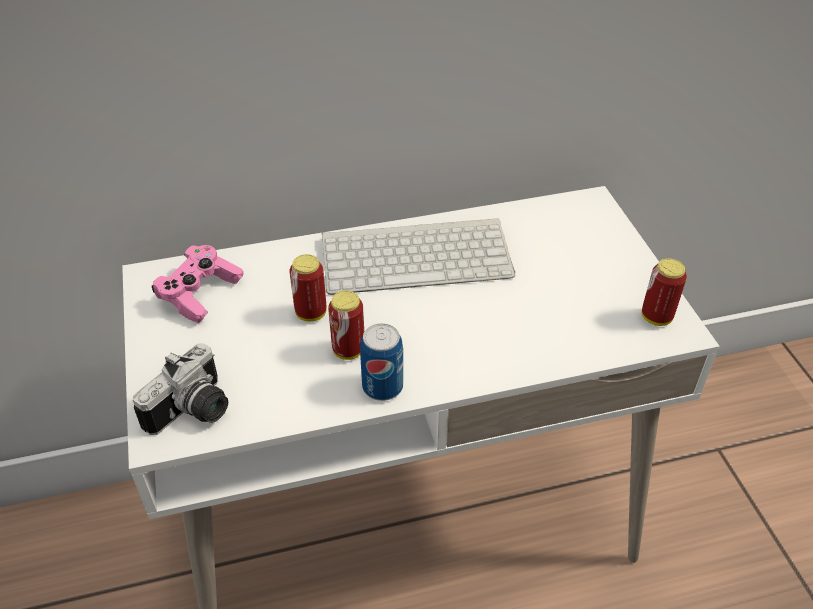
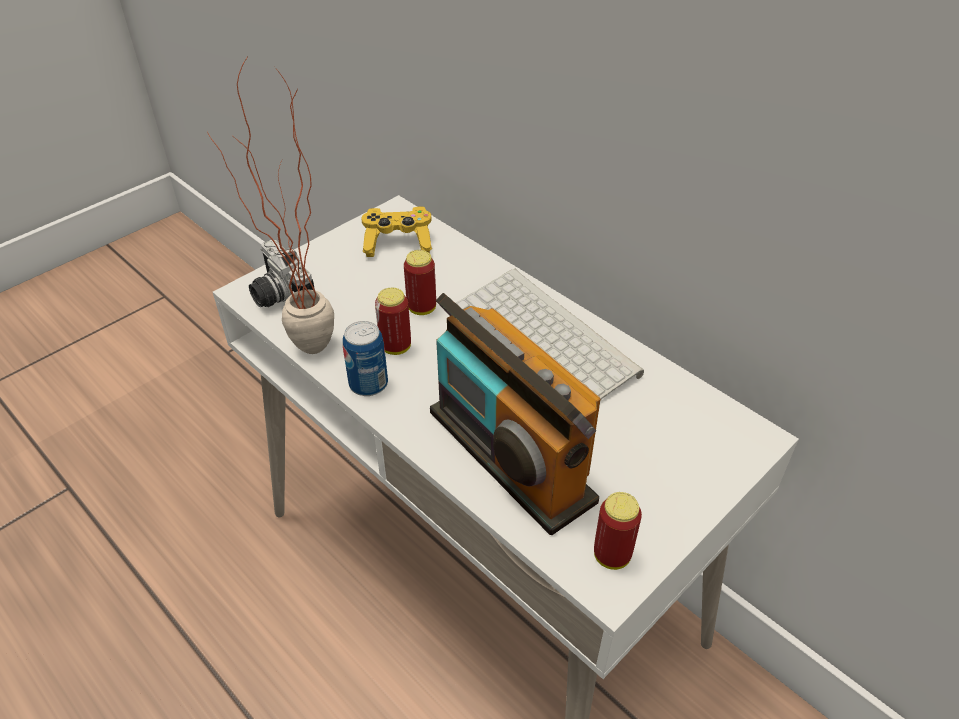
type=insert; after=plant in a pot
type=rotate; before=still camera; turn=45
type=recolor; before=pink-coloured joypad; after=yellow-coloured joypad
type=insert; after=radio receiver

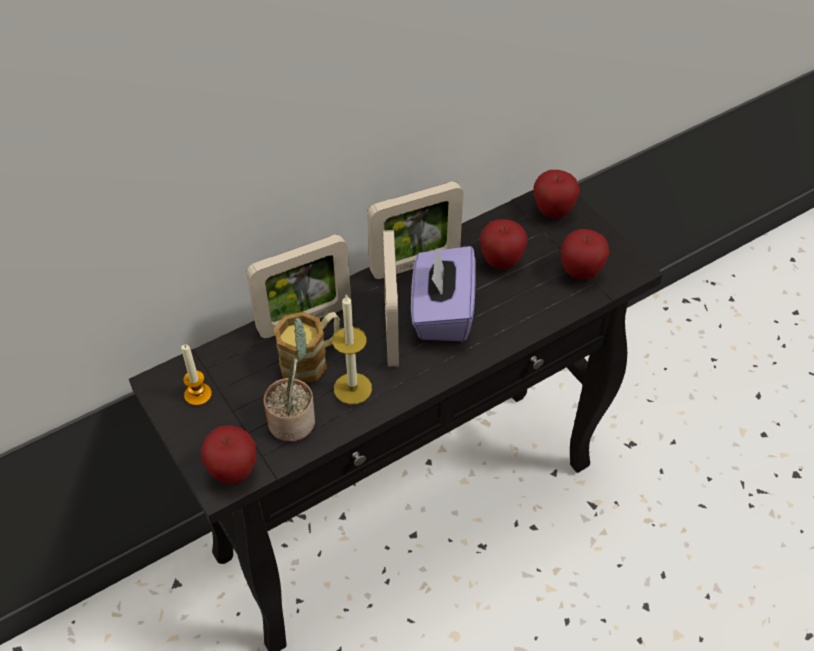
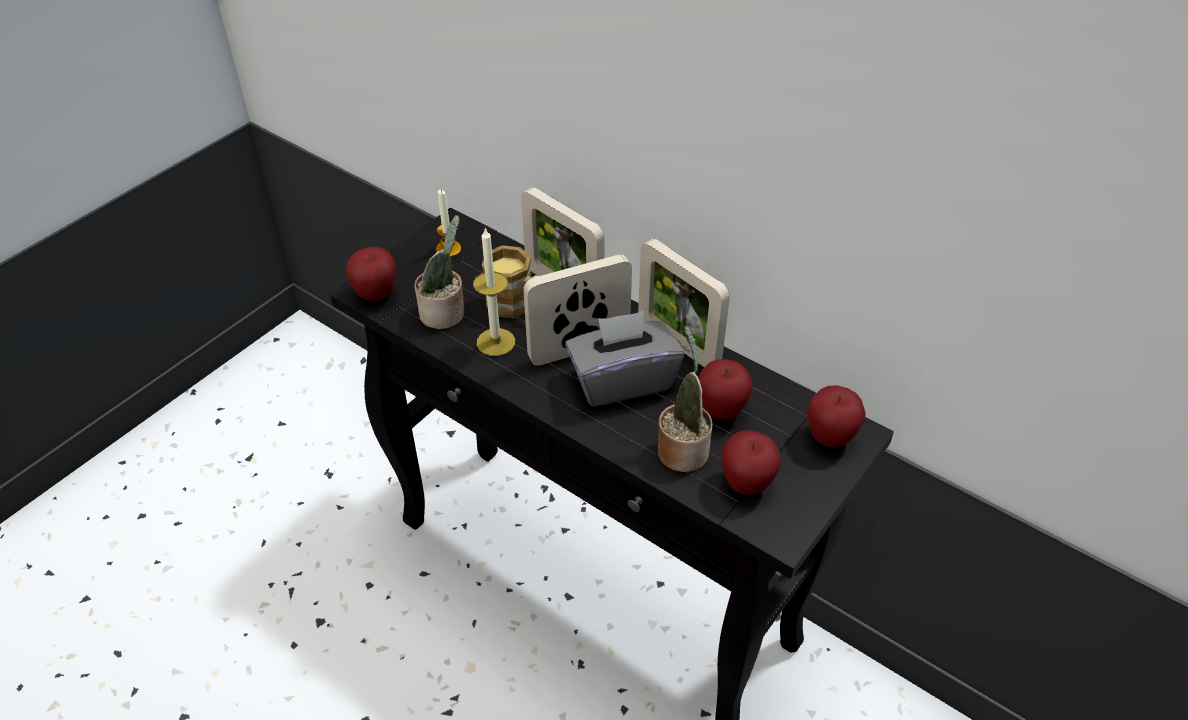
type=recolor; before=purplish box of tissues; after=gray box of tissues
type=insert; after=plant in a pot (2nd from left)

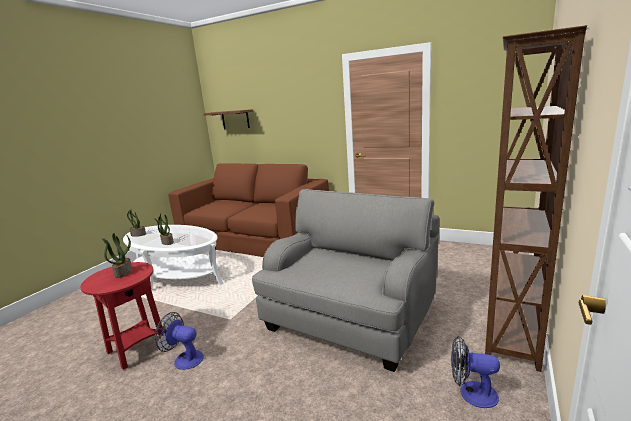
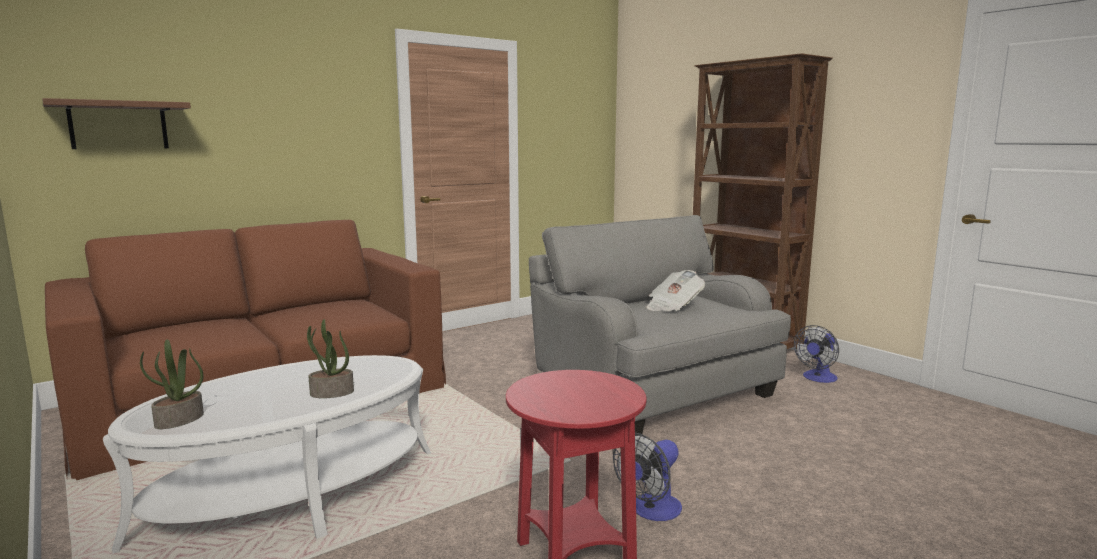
type=insert; after=newspaper
type=delete; before=plant in a pot (1st from left)

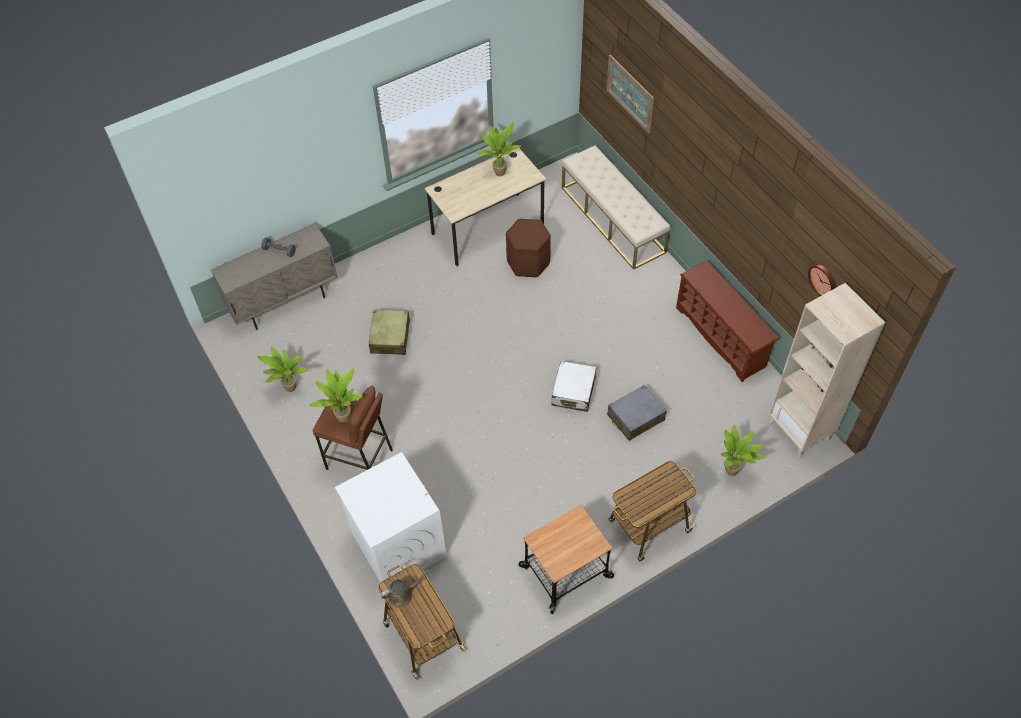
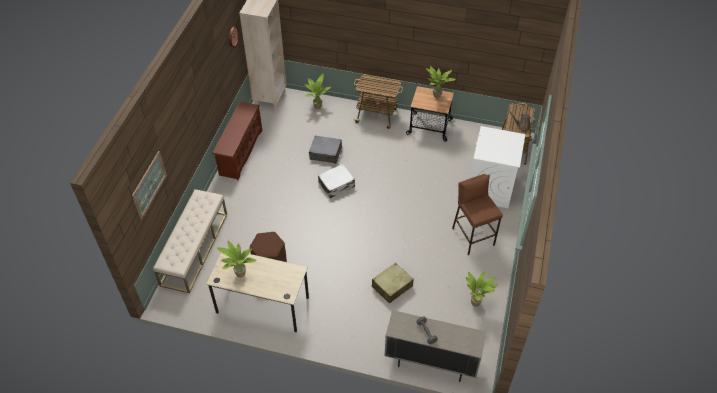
type=move; before=plant in a pot (2nd from left in the first image); after=plant in a pot (3rd from left)

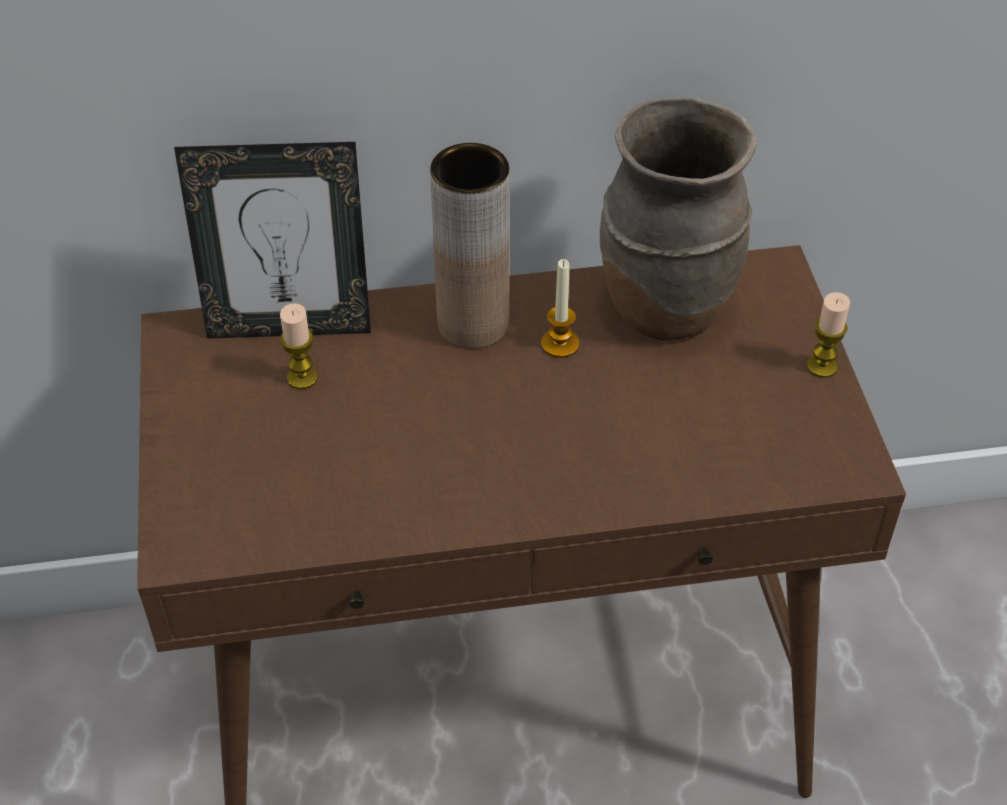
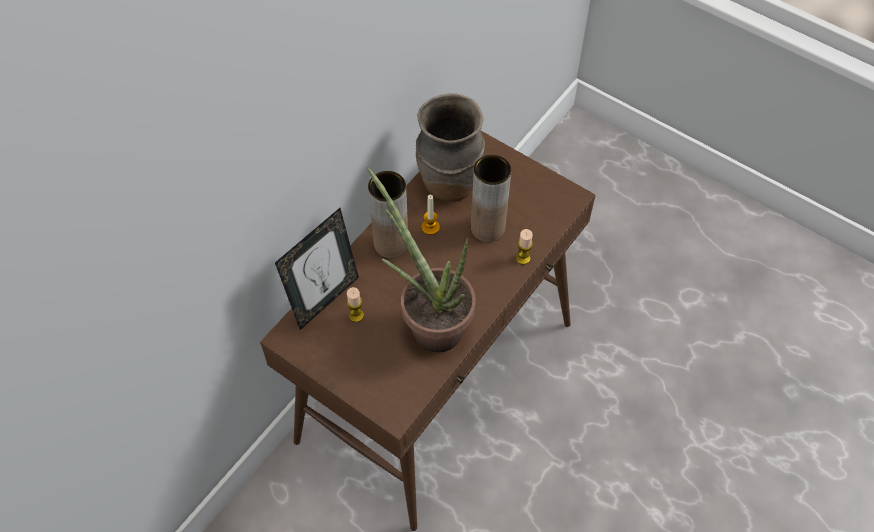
type=insert; after=plant in a pot
type=insert; after=brown-coloured vase (3rd from left)
type=move; before=candle (3rd from left)

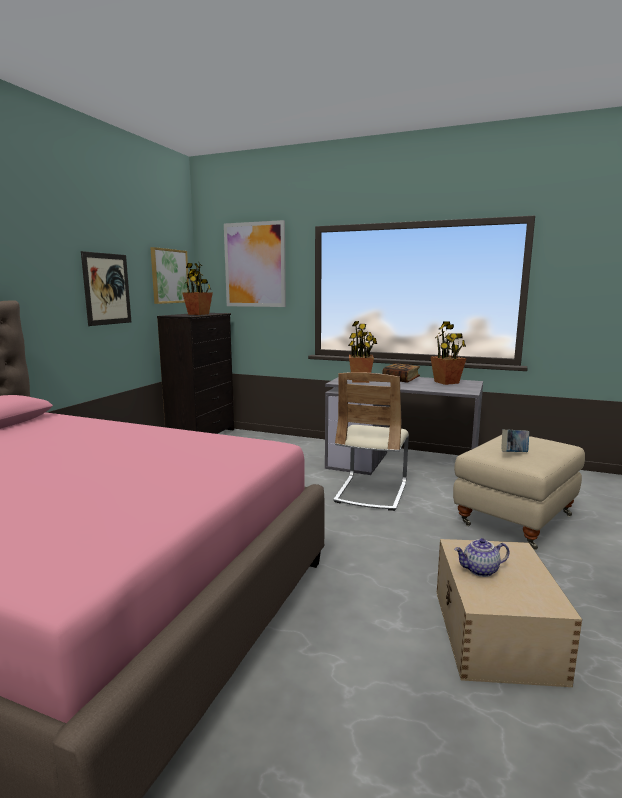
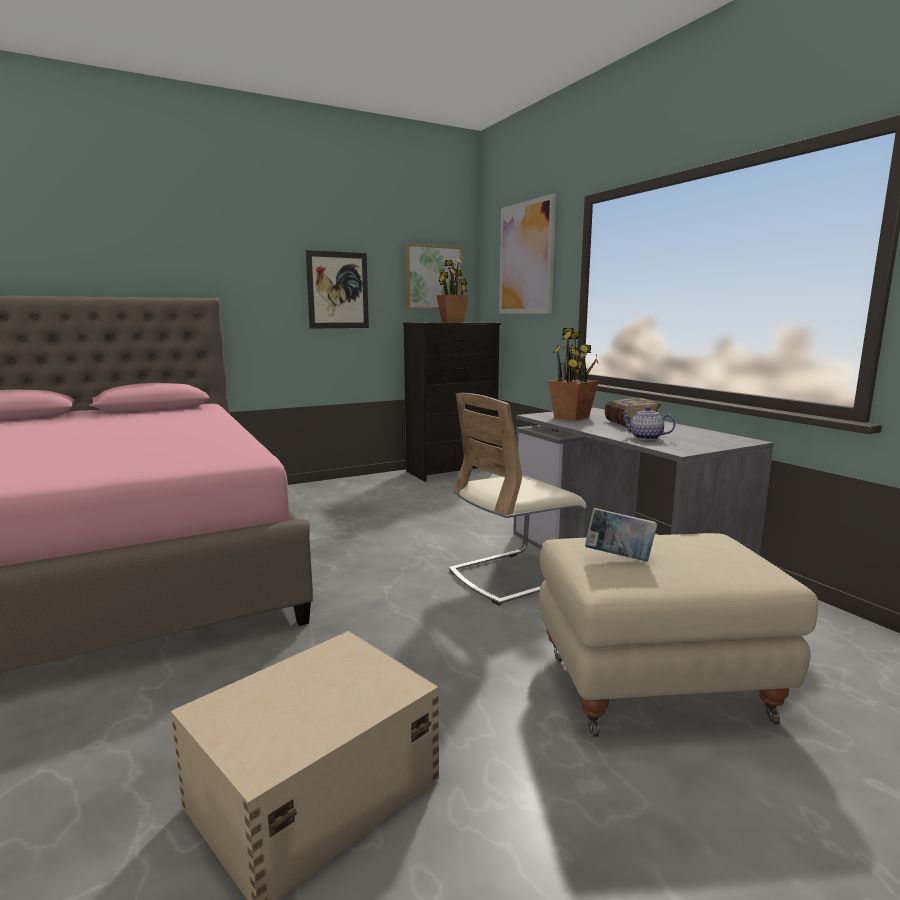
type=move; before=pot for tea
type=delete; before=plant in a pot (3rd from left)

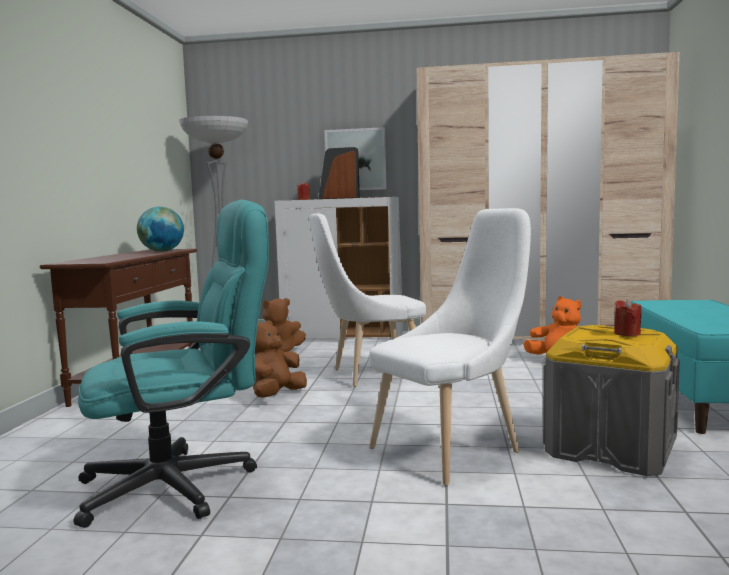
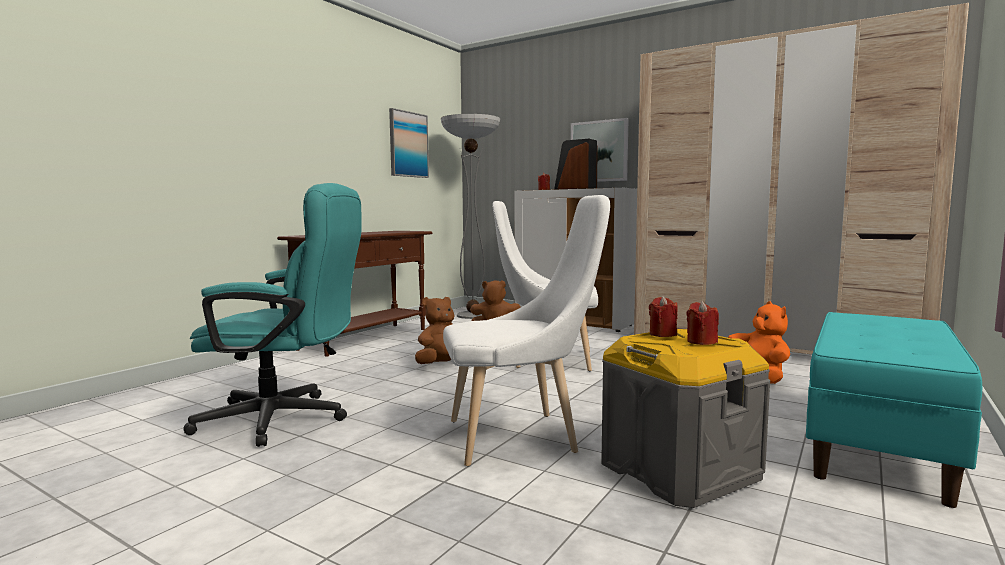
type=insert; after=wall art (1st from left)
type=insert; after=reddish candle (2nd from left)
type=delete; before=desk globe

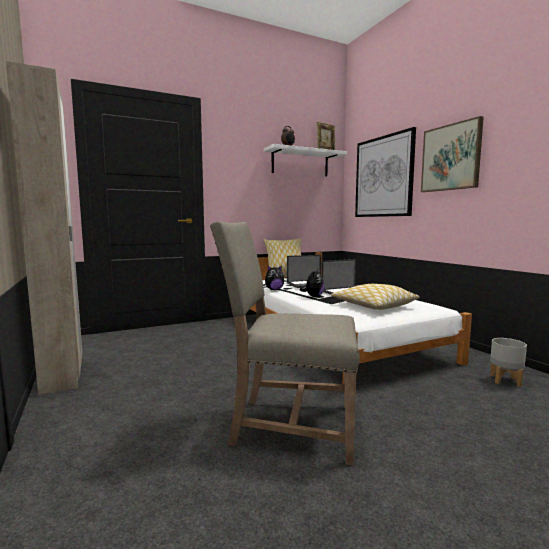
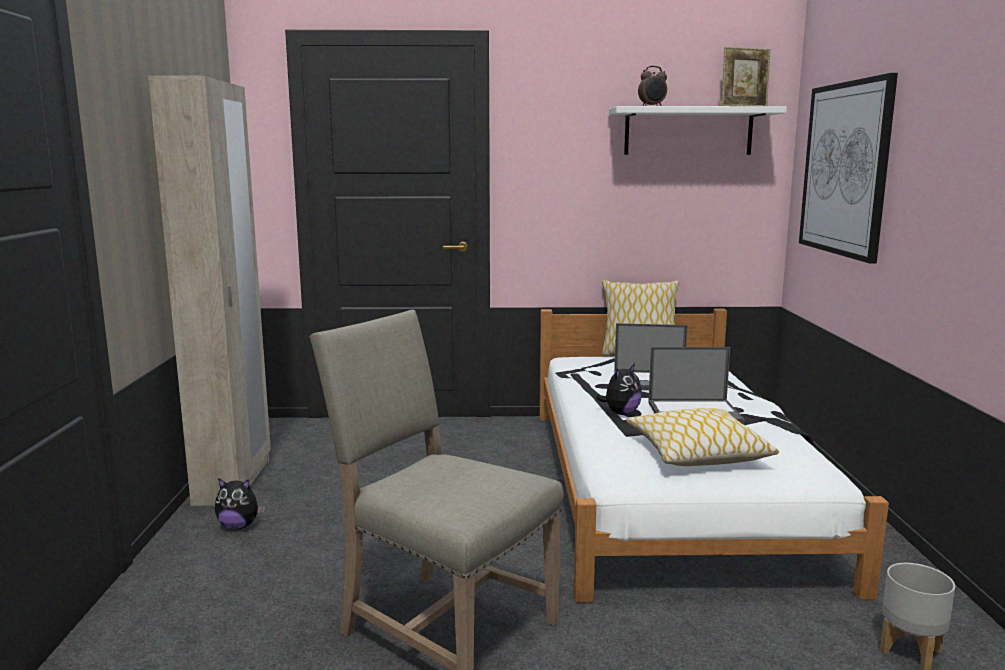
type=move; before=cuddly toy (1st from left)
type=delete; before=wall art (2nd from left)

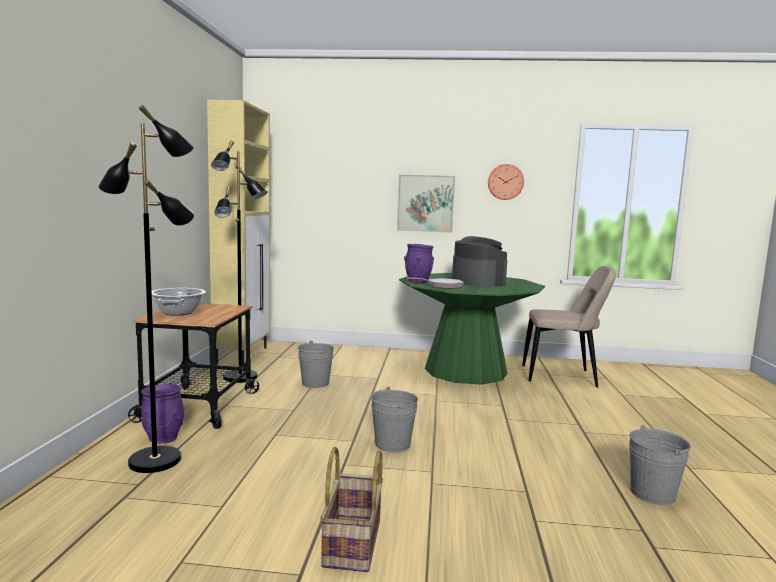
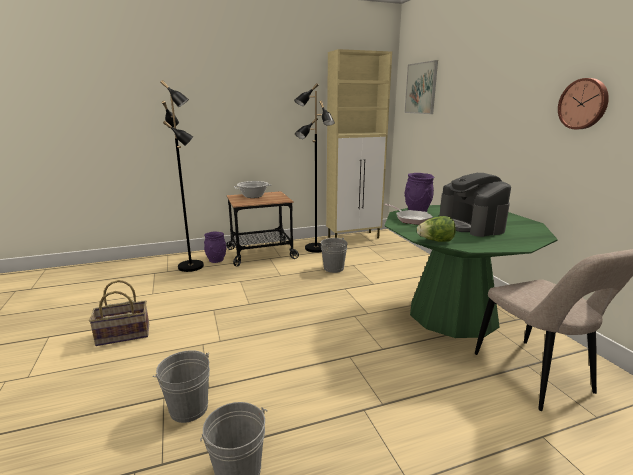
type=move; before=gray bucket (2nd from left in the first image); after=gray bucket (1st from left)
type=move; before=wall art
type=insert; after=head of lettuce
type=rotate; before=coffee maker; turn=120

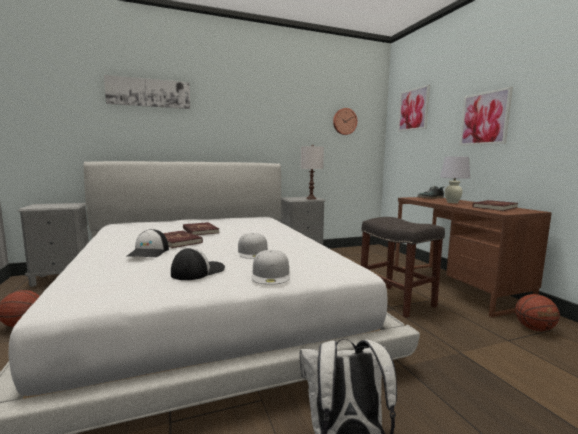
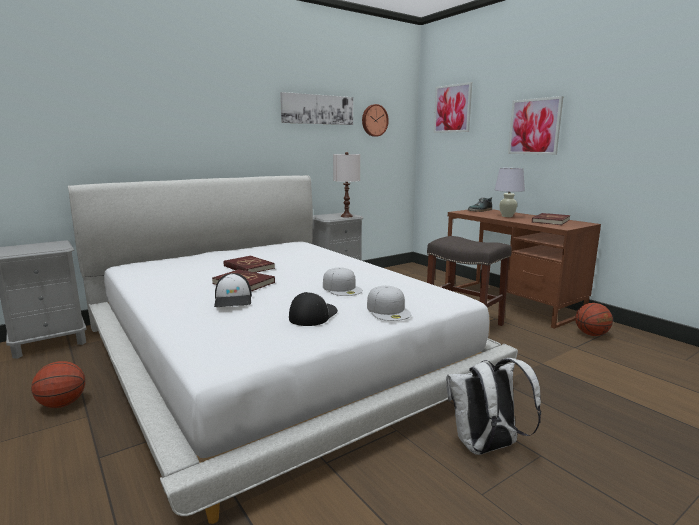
type=move; before=wall art (1st from left)

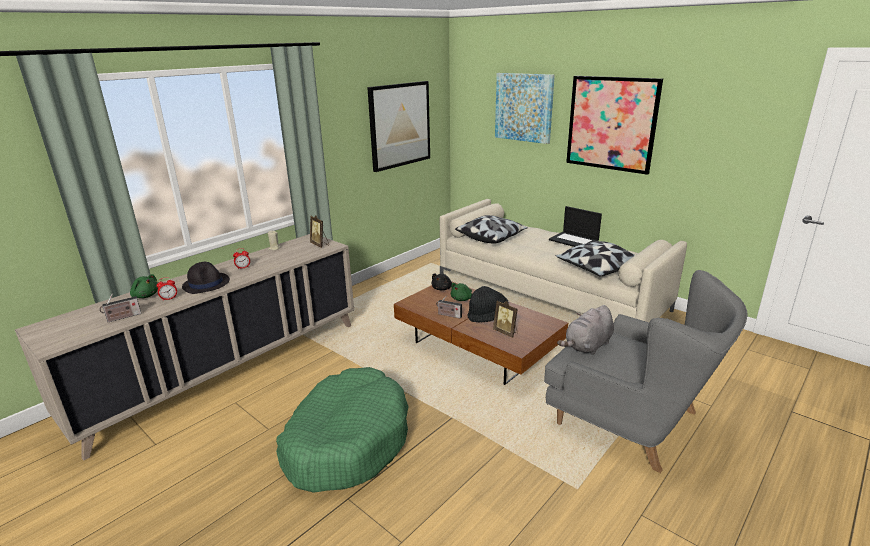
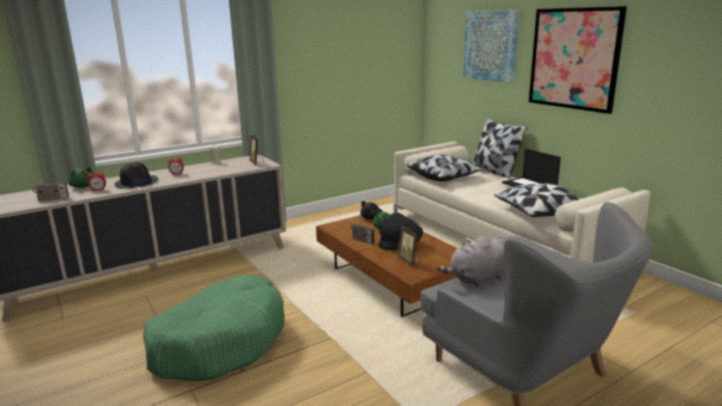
type=insert; after=cushion (2nd from left)
type=delete; before=wall art (1st from left)

